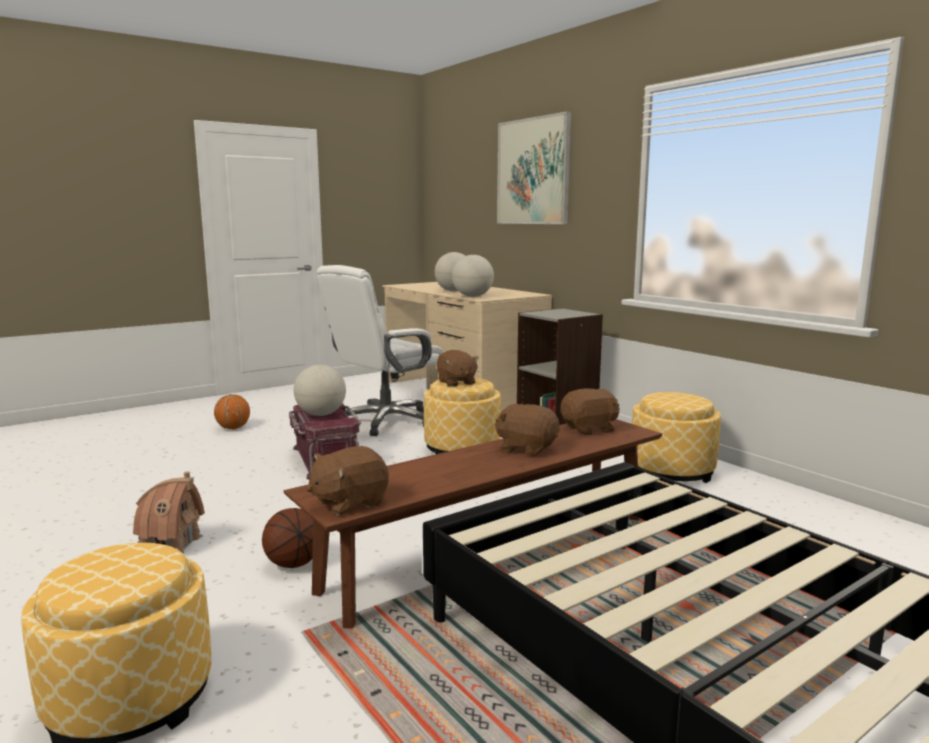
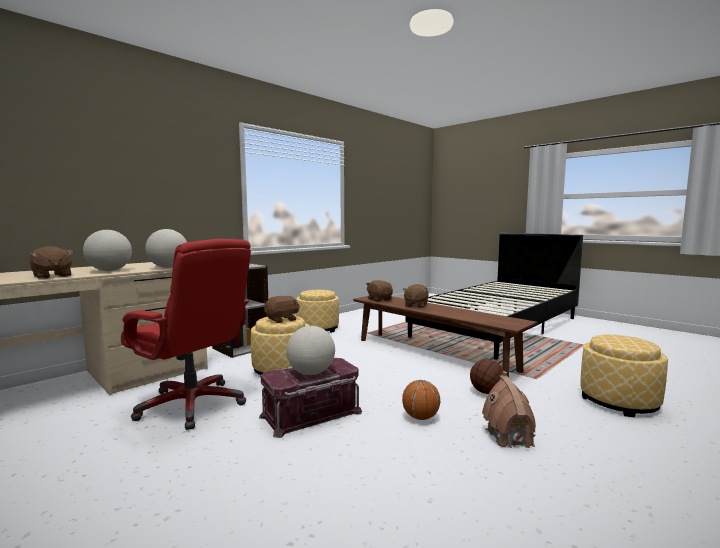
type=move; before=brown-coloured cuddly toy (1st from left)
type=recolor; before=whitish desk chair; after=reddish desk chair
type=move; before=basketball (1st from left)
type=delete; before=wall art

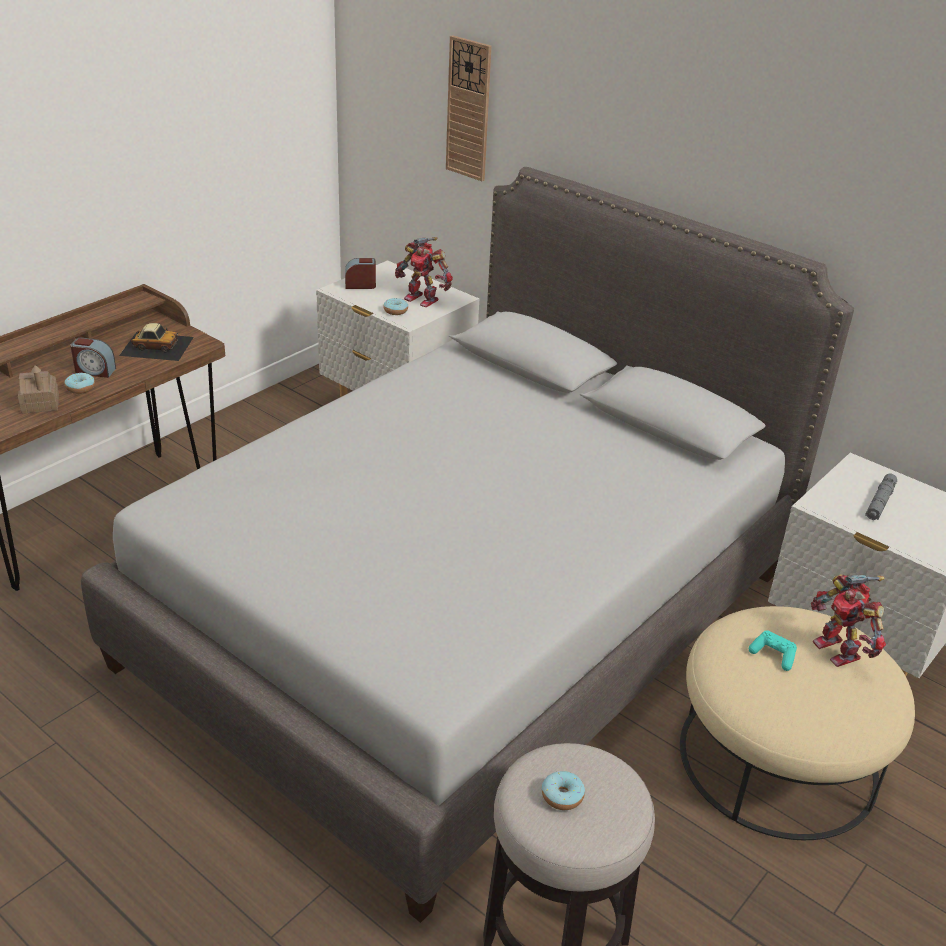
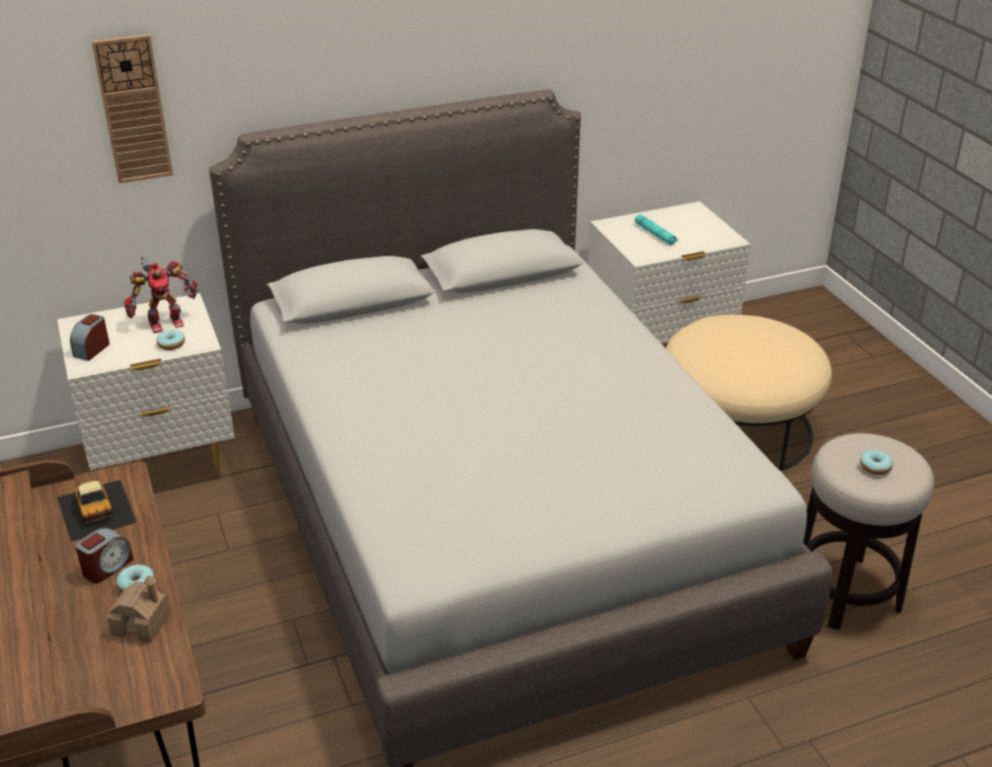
type=rotate; before=miniature car; turn=120
type=recolor; before=gray hand torch; after=blue-green hand torch
type=delete; before=blue-green joypad
type=delete; before=robot figure (2nd from left)

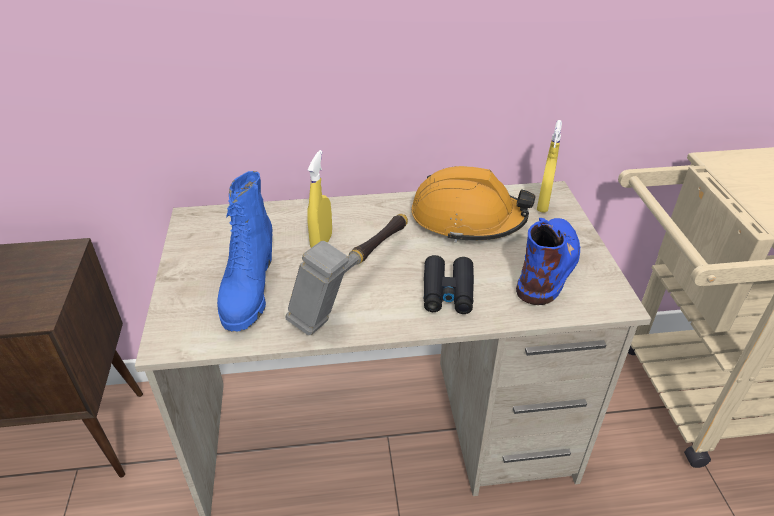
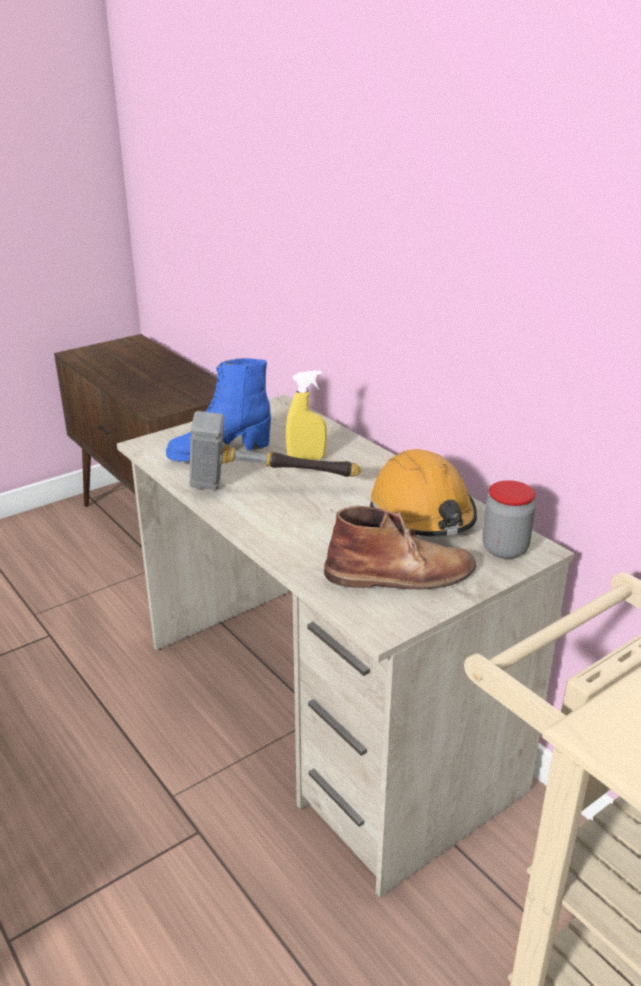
type=recolor; before=bluish boot (2nd from left); after=brown-coloured boot
type=replace; before=yellow-coloured sprayer (2nd from left); after=preserve jar
type=delete; before=black pair of binoculars

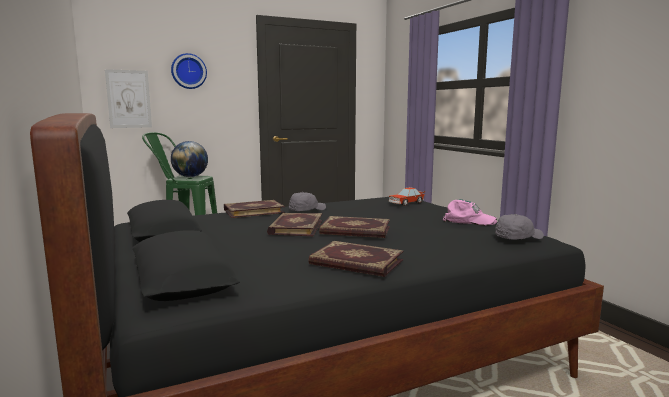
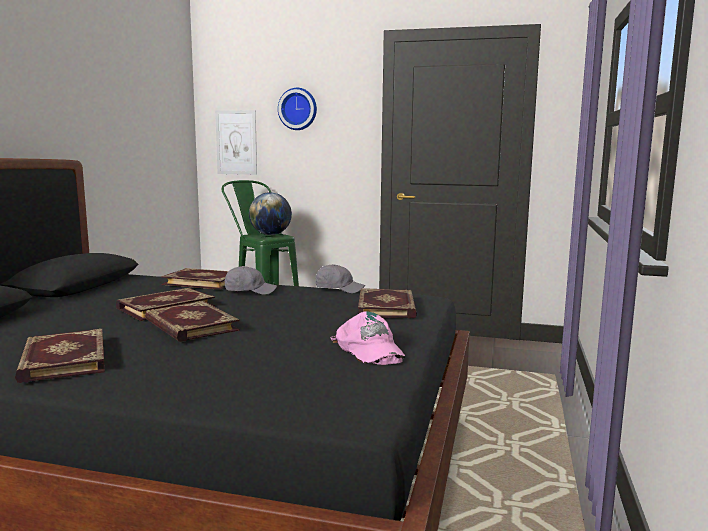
type=move; before=gray baseball cap (2nd from left)
type=replace; before=miniature car; after=volume (5th from left)

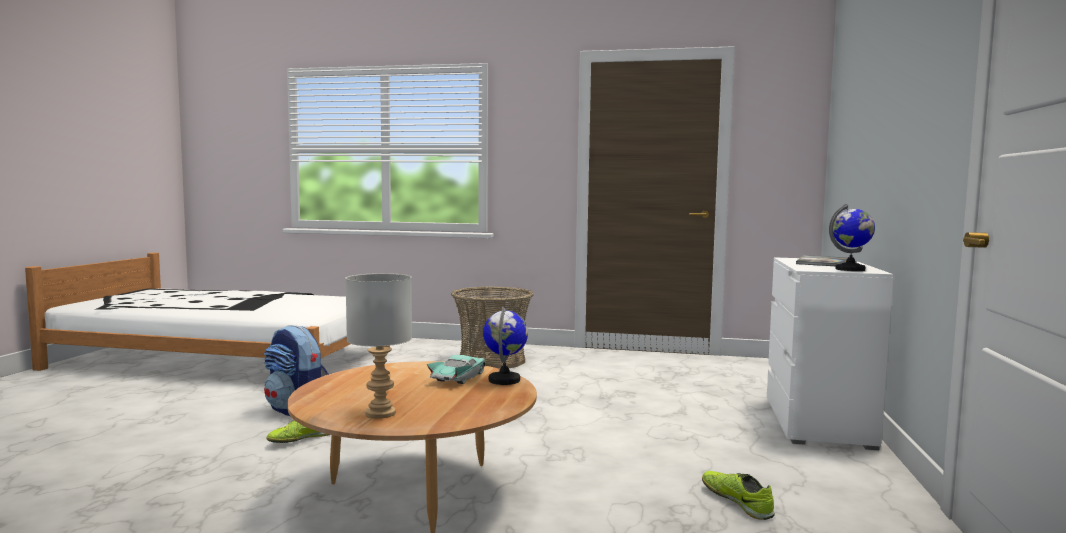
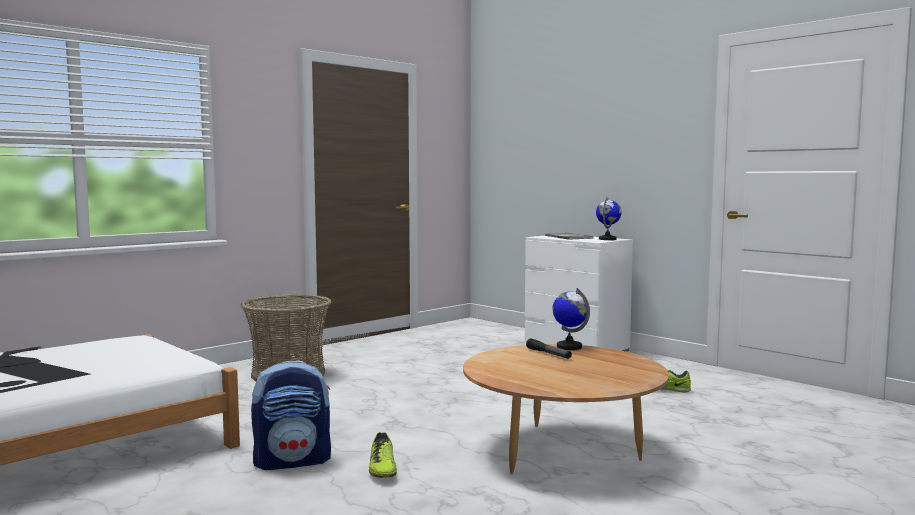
type=replace; before=blue-green miniature car; after=hand torch
type=delete; before=gray tabletop lamp

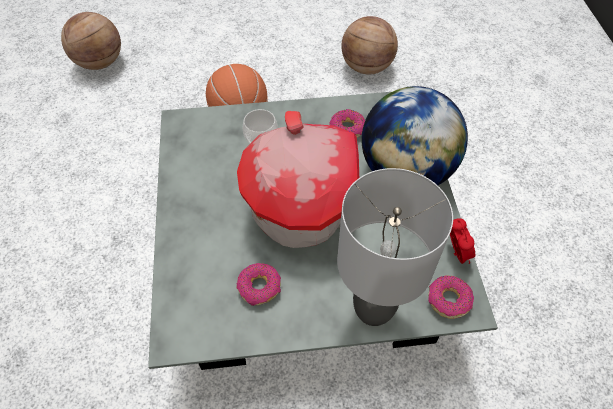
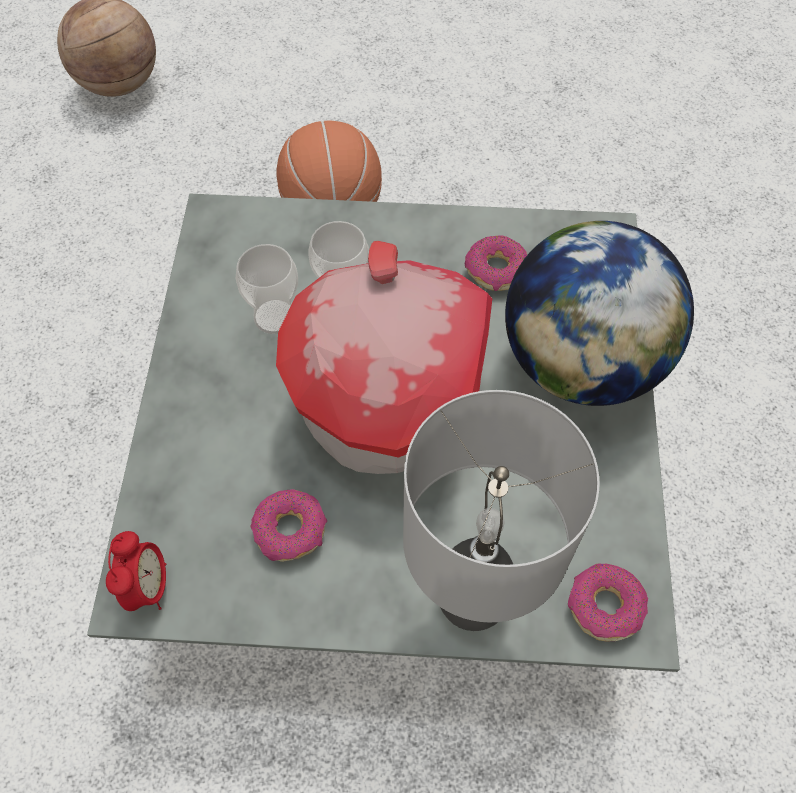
type=move; before=table clock
type=insert; after=small cup (1st from left)
type=delete; before=basketball (3rd from left)

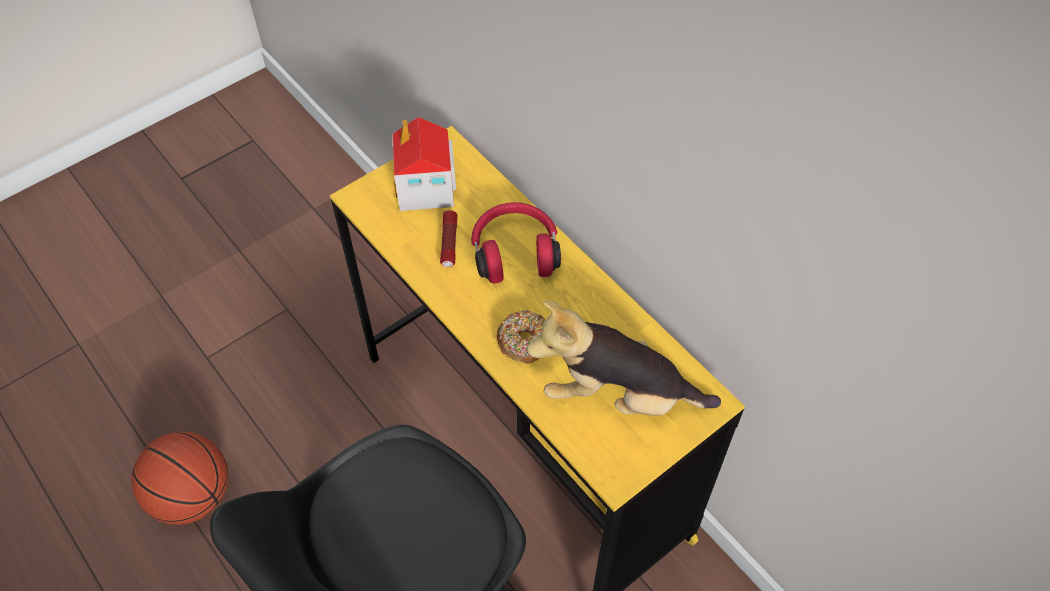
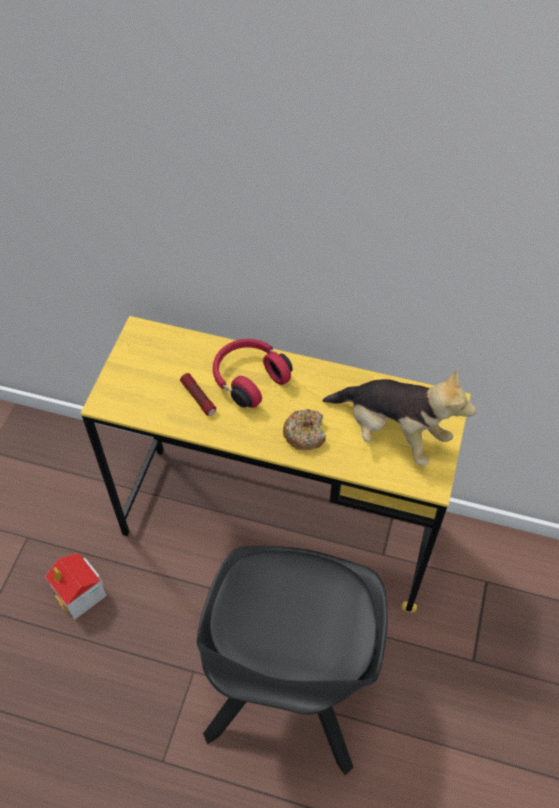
type=move; before=model house
type=rotate; before=cuddly toy; turn=-120
type=delete; before=basketball

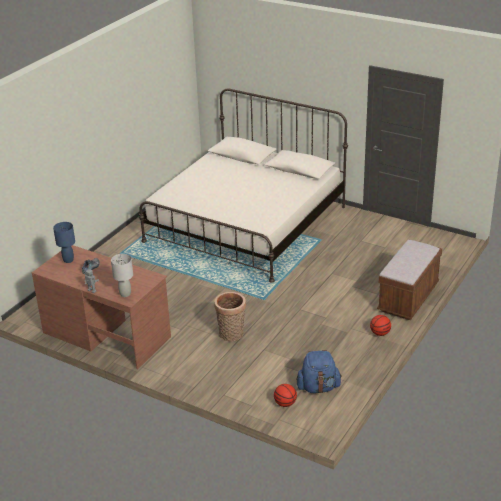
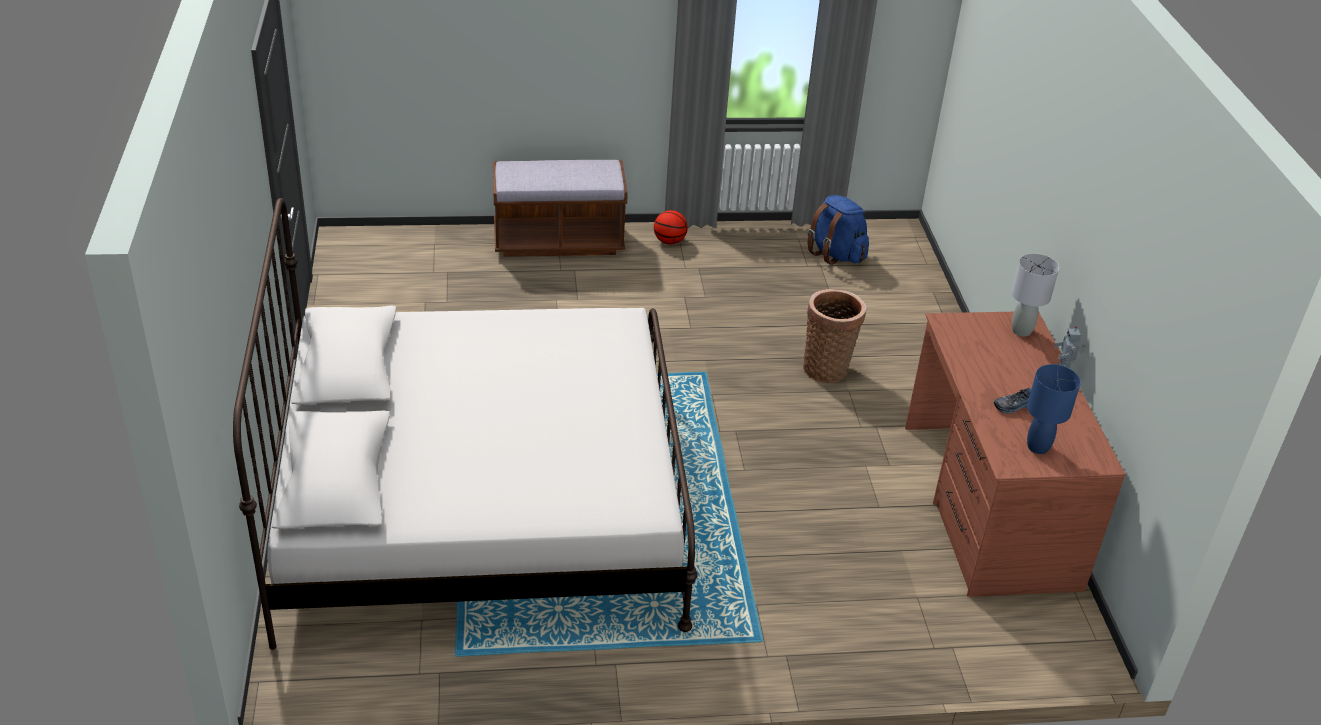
type=delete; before=basketball (1st from left)

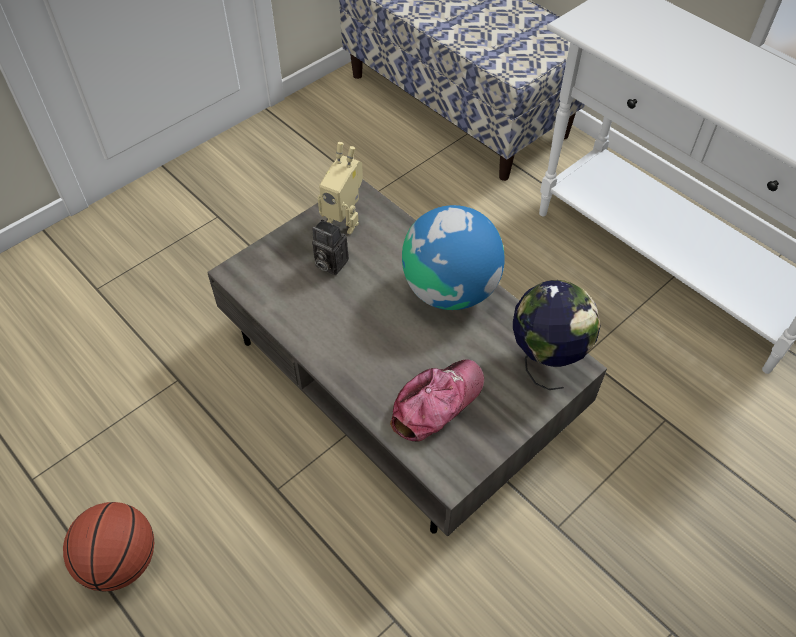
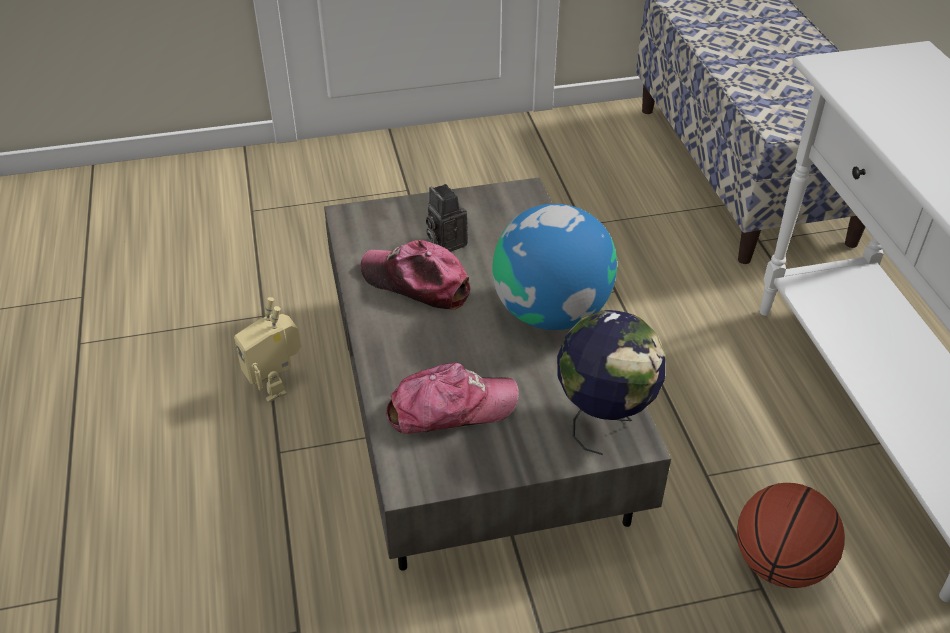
type=move; before=robot figure
type=insert; after=baseball cap (1st from left)
type=move; before=basketball

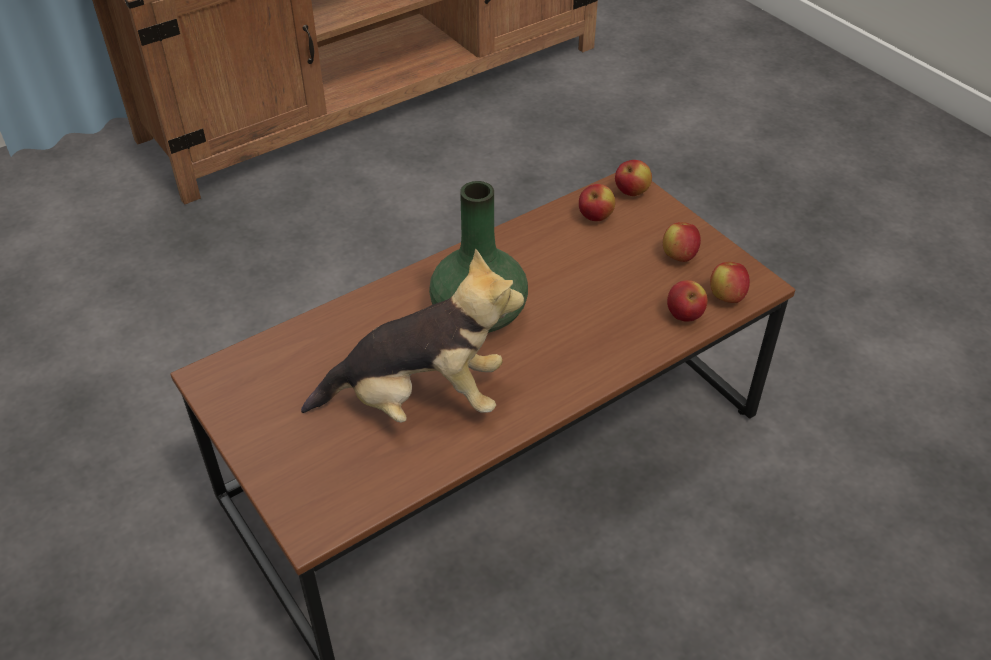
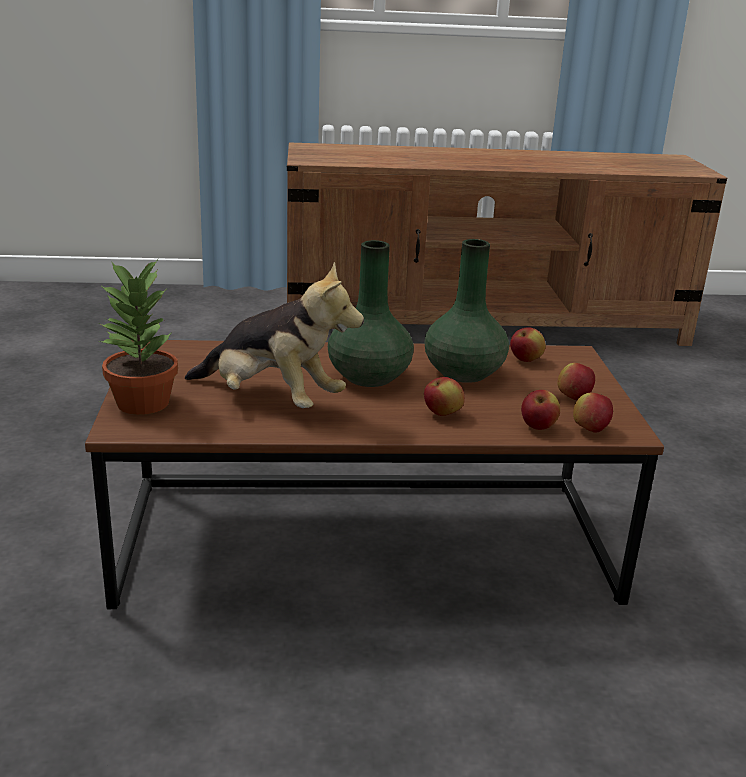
type=insert; after=plant in a pot
type=insert; after=green vase (2nd from left)
type=move; before=whole apple (2nd from left in the first image); after=whole apple (1st from left)

